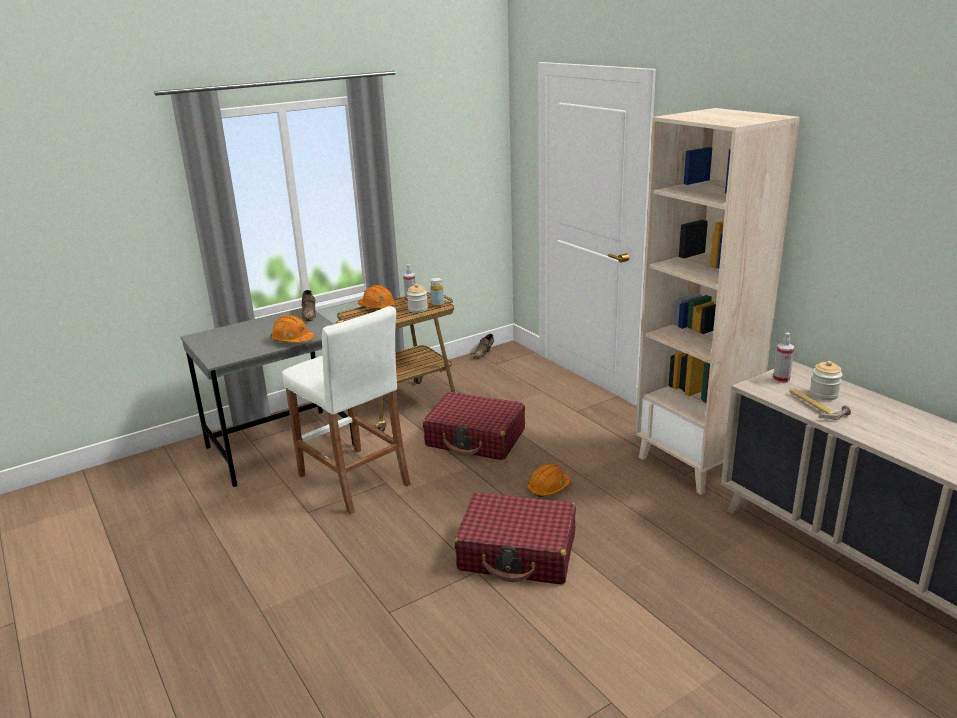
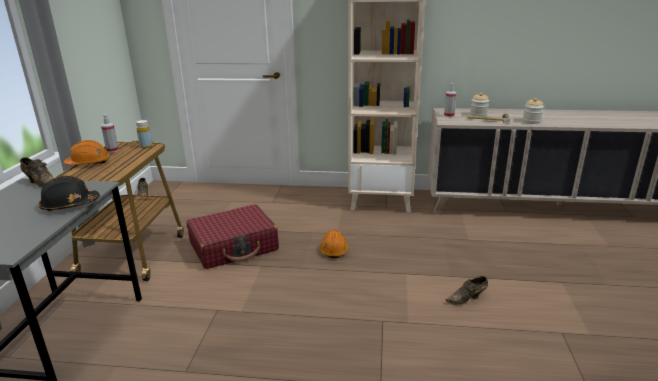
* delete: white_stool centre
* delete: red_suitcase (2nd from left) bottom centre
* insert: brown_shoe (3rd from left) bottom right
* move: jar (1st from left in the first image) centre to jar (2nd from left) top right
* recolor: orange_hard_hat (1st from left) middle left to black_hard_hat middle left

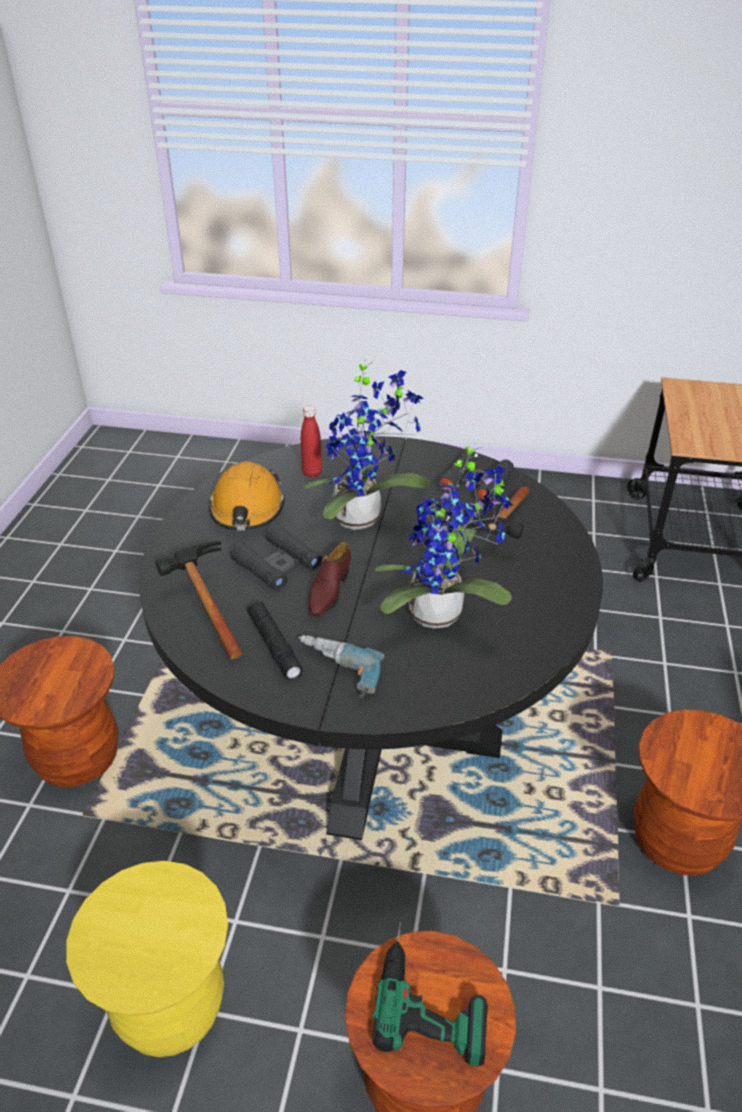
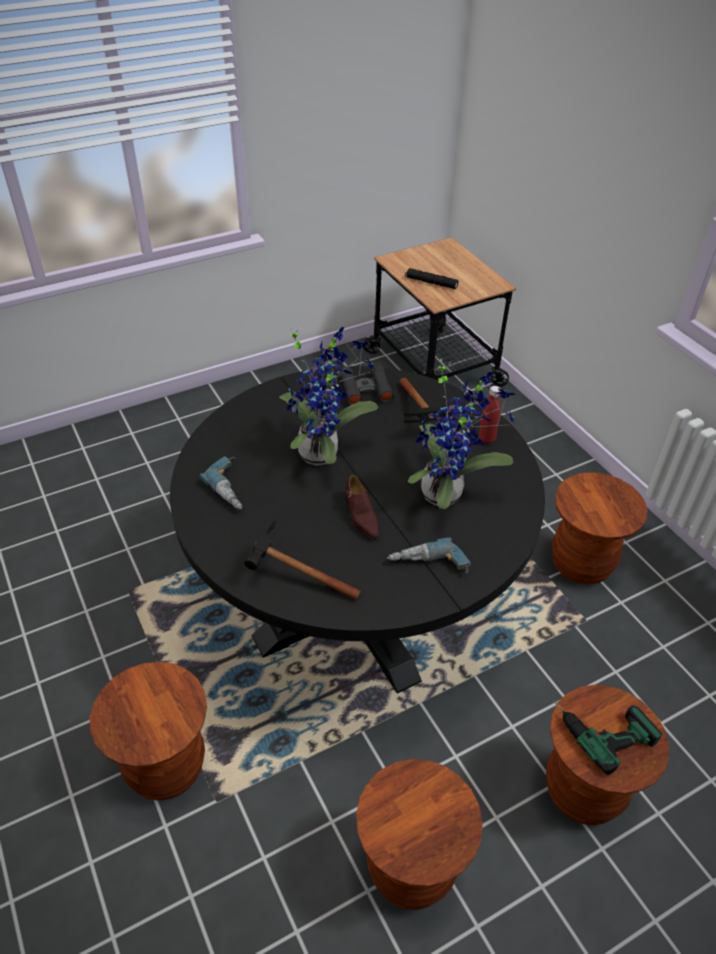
* delete: black_binoculars (1st from left) centre
* move: black_flashlight centre to top centre
* move: red_bottle centre to middle right
* replace: orange_hard_hat middle left to power_drill (1st from left) middle left
* recolor: yellow_stool bottom left to brown_stool (2nd from left) bottom centre

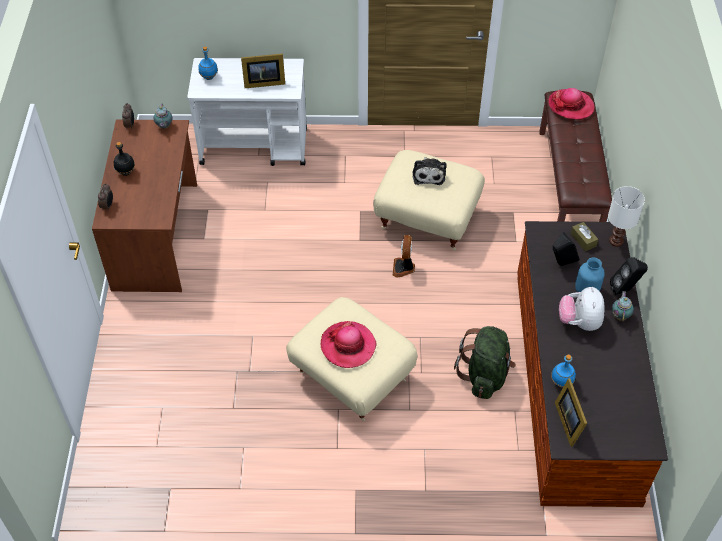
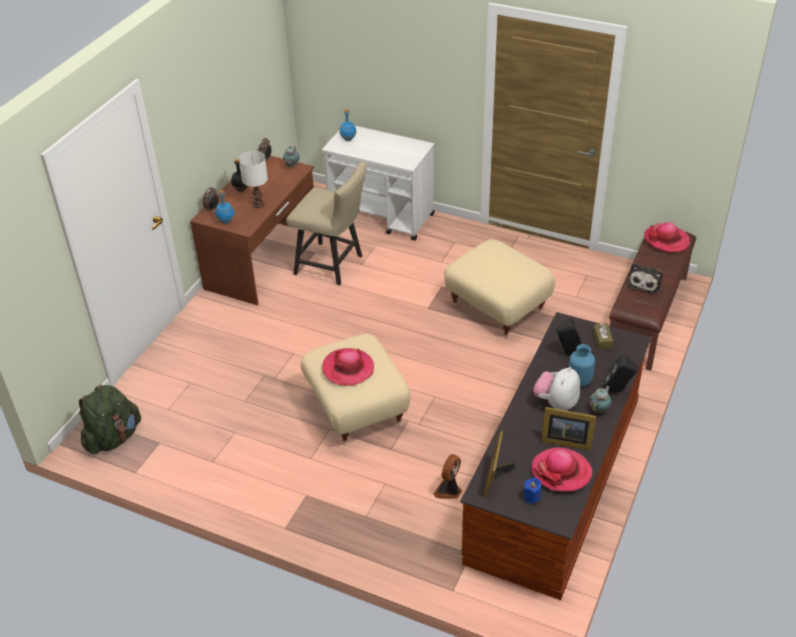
* insert: beige_chair centre
* insert: blue_candle bottom right
* insert: hat (2nd from left) bottom right
* move: picture_frame (1st from left in the first image) top centre to picture_frame (2nd from left) bottom right
* move: fan centre to bottom centre
* move: plush_toy (1st from left in the first image) top centre to plush_toy (2nd from left) middle right
* move: green_backpack bottom right to middle left
* move: blue_bottle (2nd from left in the first image) bottom right to blue_bottle (1st from left) top left
* move: white_table_lamp middle right to top left

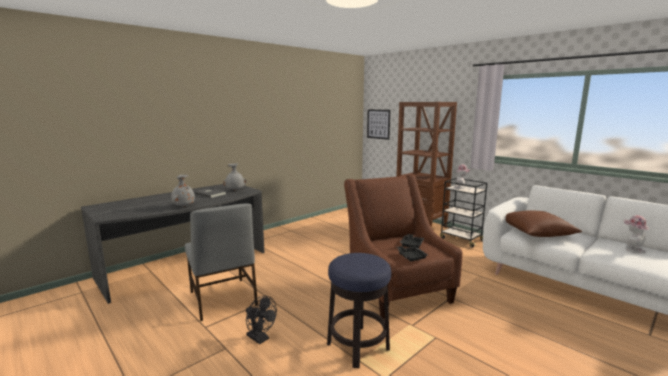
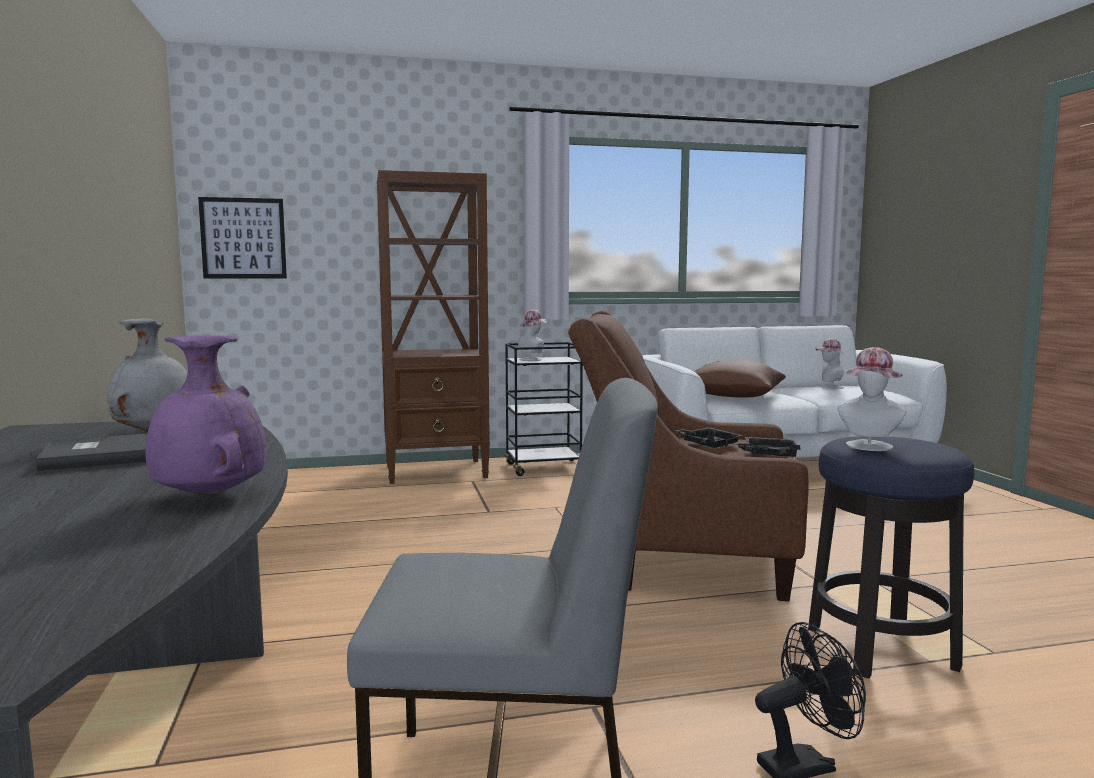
* insert: hat (3rd from left) middle right
* recolor: grey_vase (1st from left) middle left to purple_vase middle left

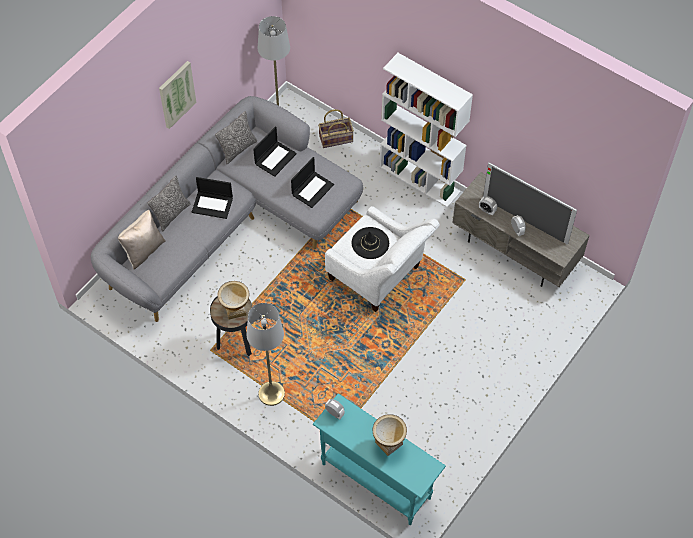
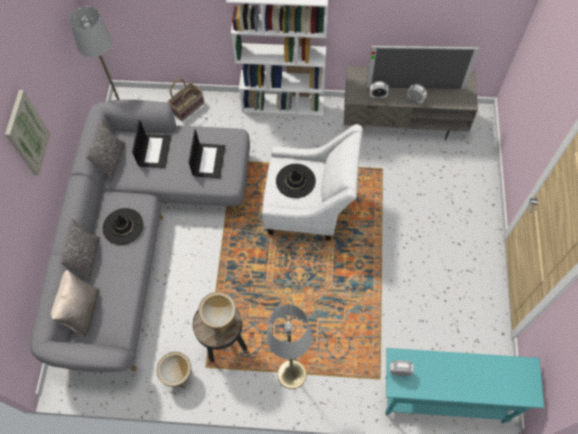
* move: vase (2nd from left in the first image) bottom centre to vase (1st from left) bottom left
* replace: laptop (1st from left) middle left to black_hat (1st from left) middle left

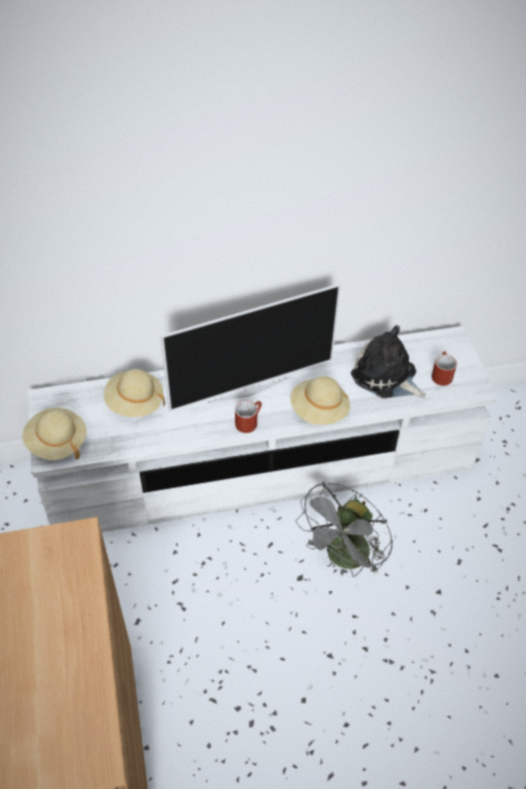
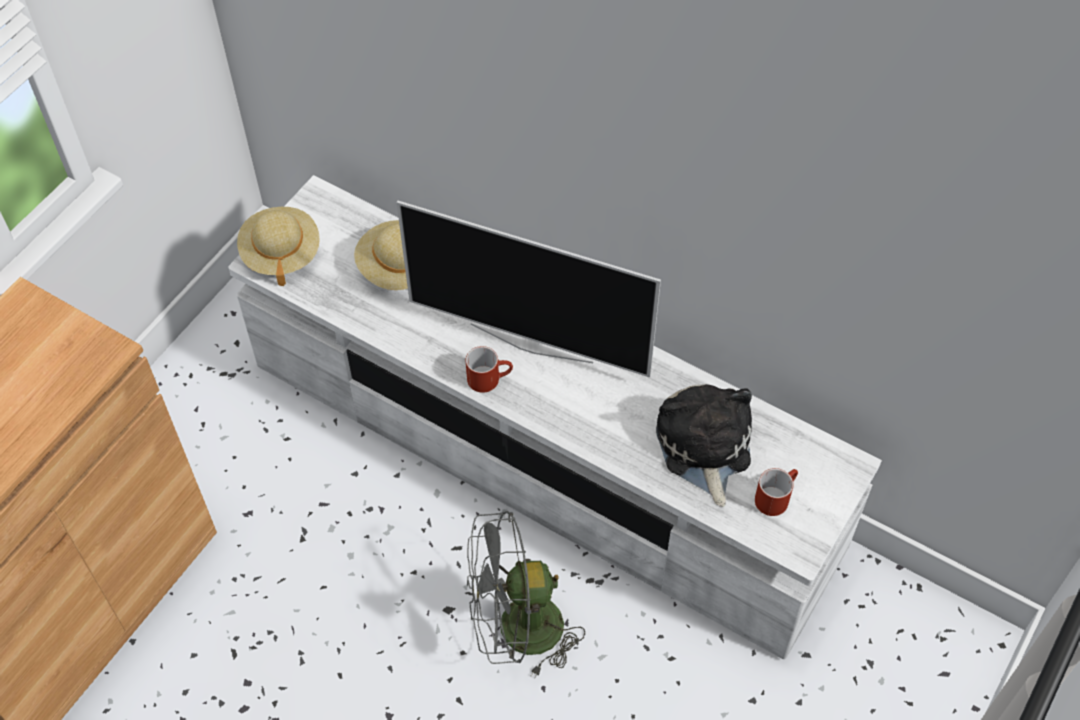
* delete: beige_hat (3rd from left) centre

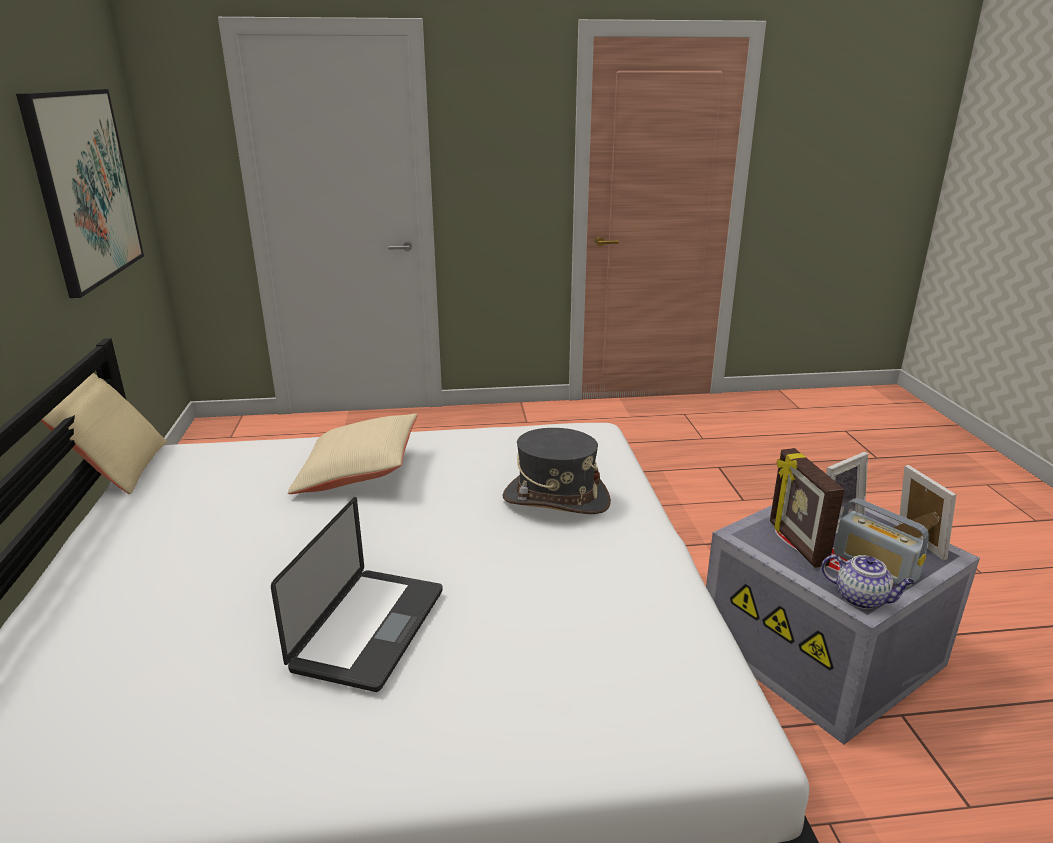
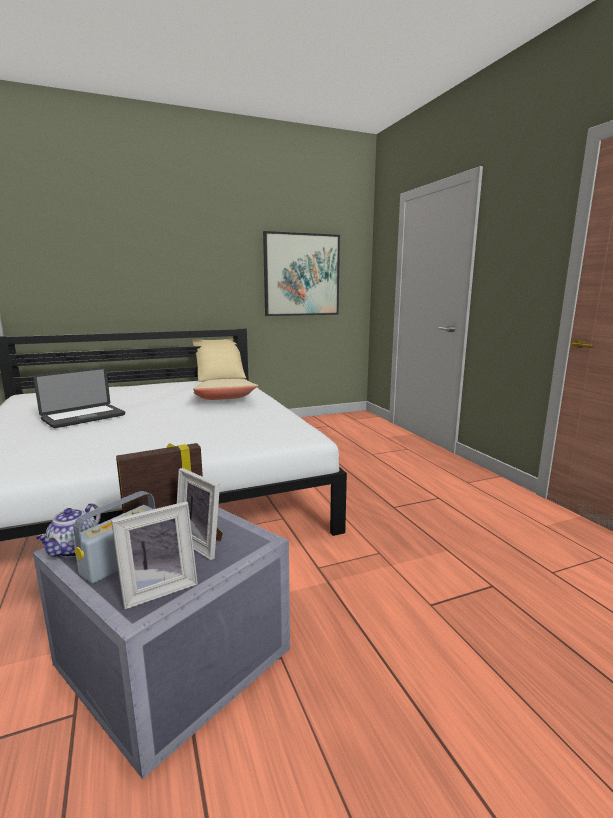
* delete: grey_hat centre
* rotate: laptop bottom centre = middle left 45 degrees counterclockwise

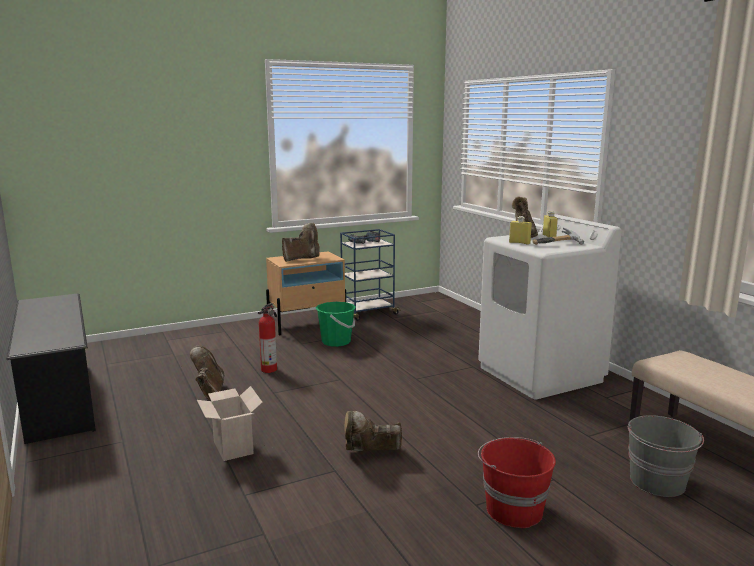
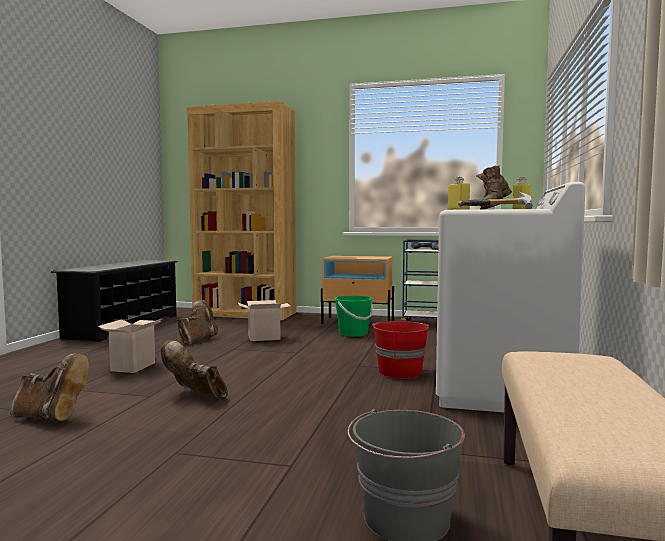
* insert: brown_bookcase centre
* move: brown_boot (2nd from left in the first image) centre to brown_boot (1st from left) bottom left
* move: red_bucket bottom right to centre
* replace: fire_extinguisher centre to cardboard_box (2nd from left) centre

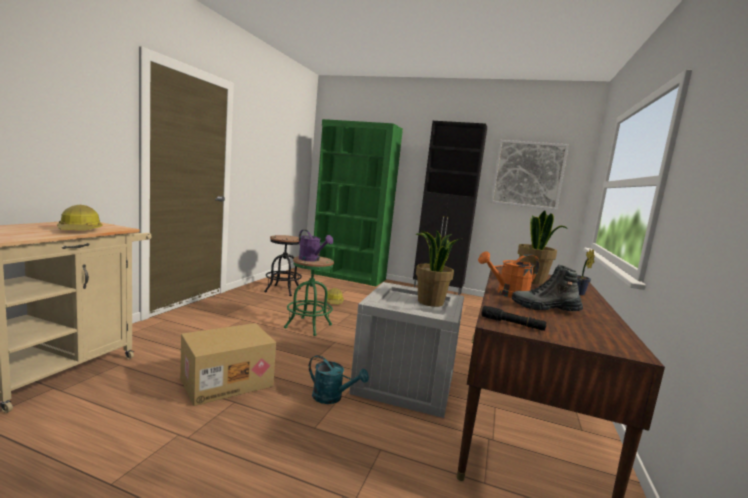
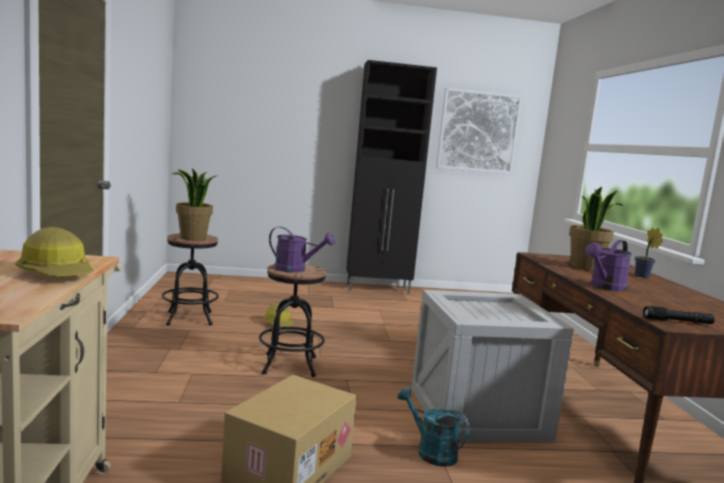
* delete: green_bookcase centre
* delete: boot middle right
* move: potted_plant (1st from left) centre to middle left
* recolor: green_stool centre to black_stool (2nd from left) centre
* recolor: orange_watering_can middle right to purple_watering_can (2nd from left) middle right
* rotate: turquoise_watering_can bottom centre = bottom centre 135 degrees counterclockwise

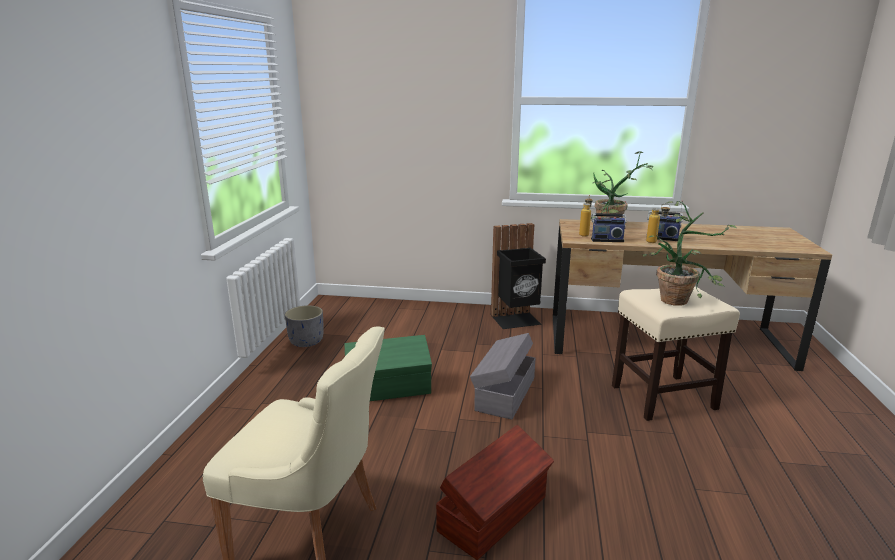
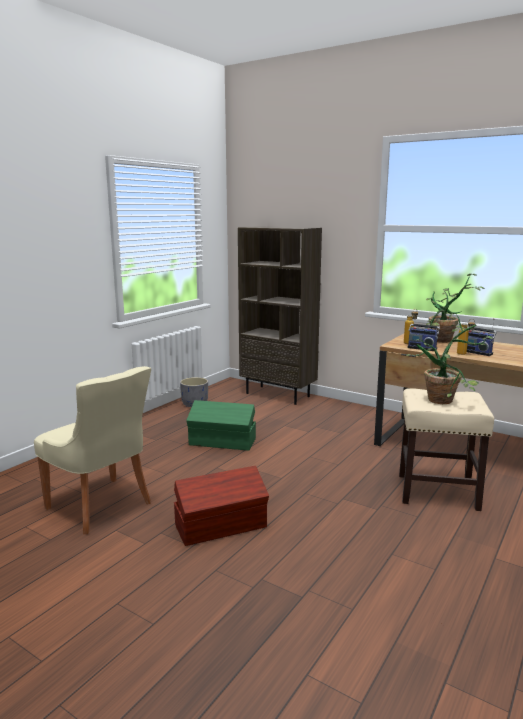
* delete: grey_storage_box bottom centre
* delete: black_trash_can centre
* insert: brown_bookcase centre

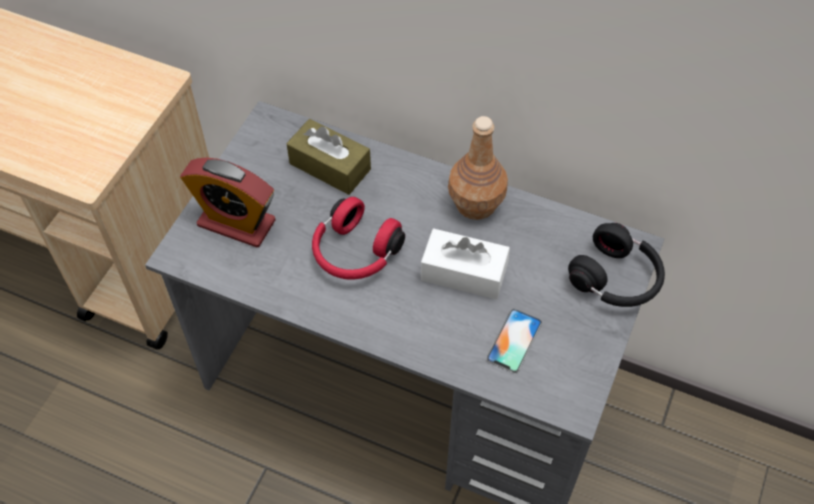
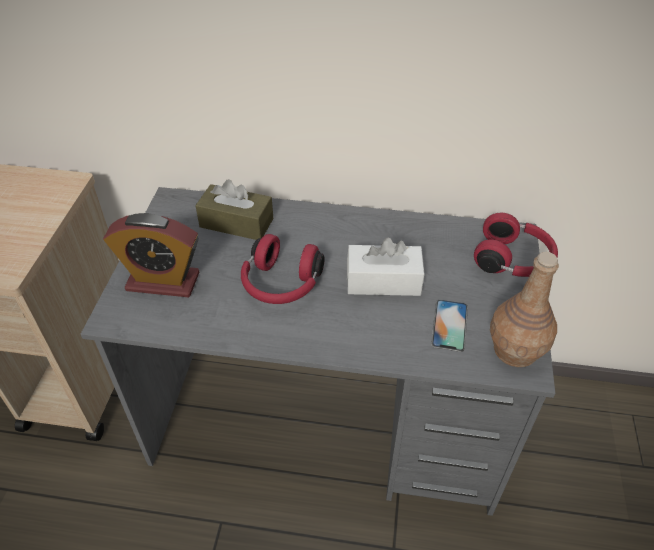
* move: brown_bottle centre to middle right
* recolor: black_headphones middle right to red_headphones (2nd from left) middle right

